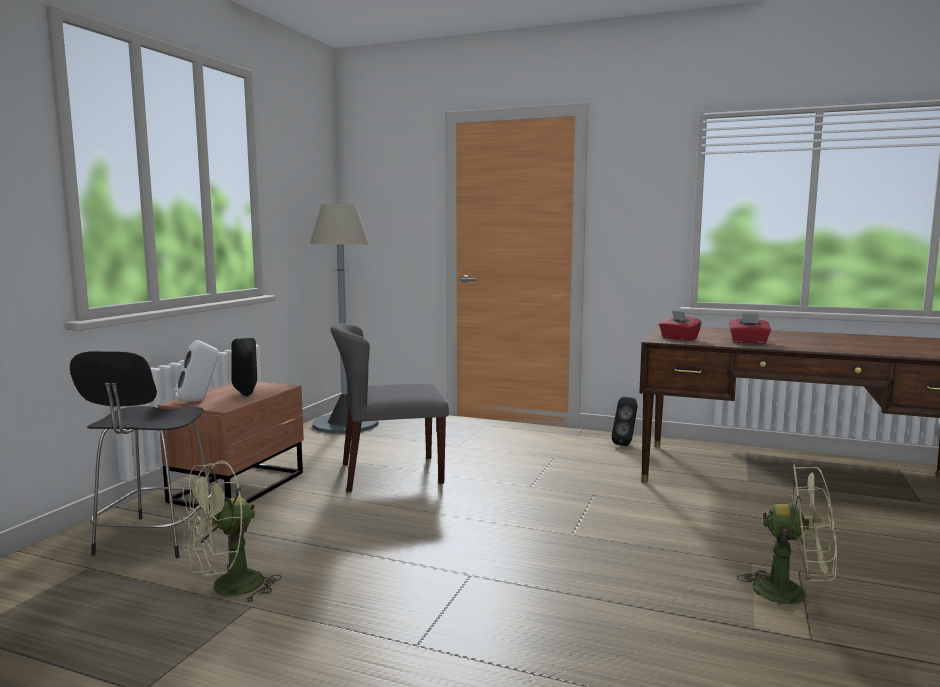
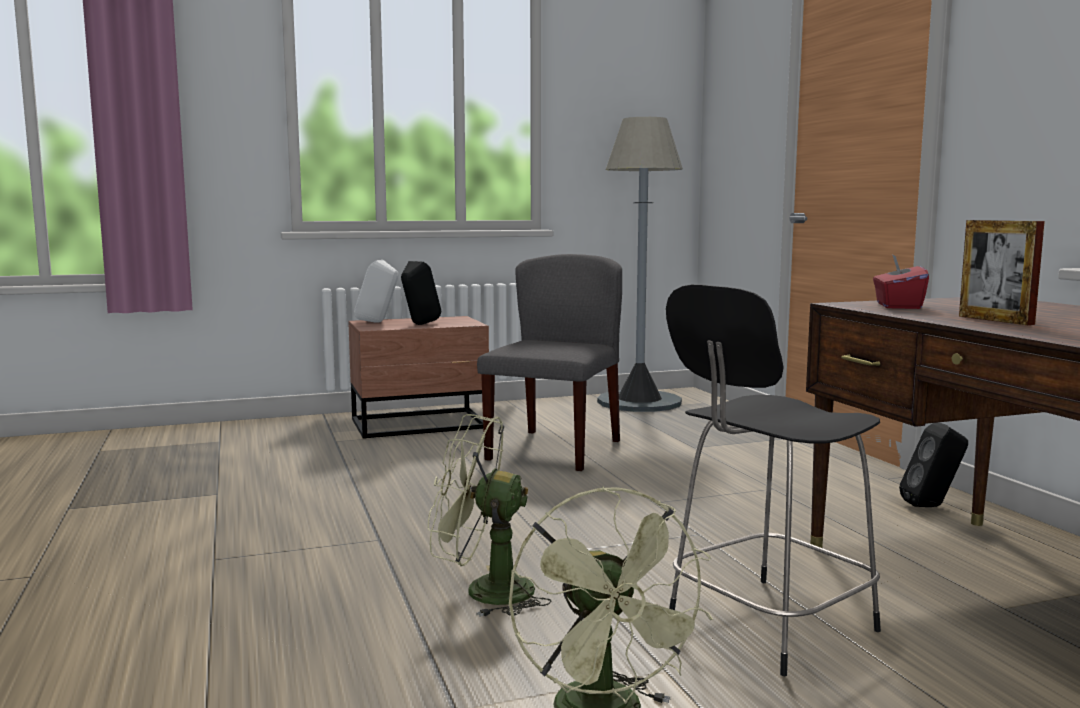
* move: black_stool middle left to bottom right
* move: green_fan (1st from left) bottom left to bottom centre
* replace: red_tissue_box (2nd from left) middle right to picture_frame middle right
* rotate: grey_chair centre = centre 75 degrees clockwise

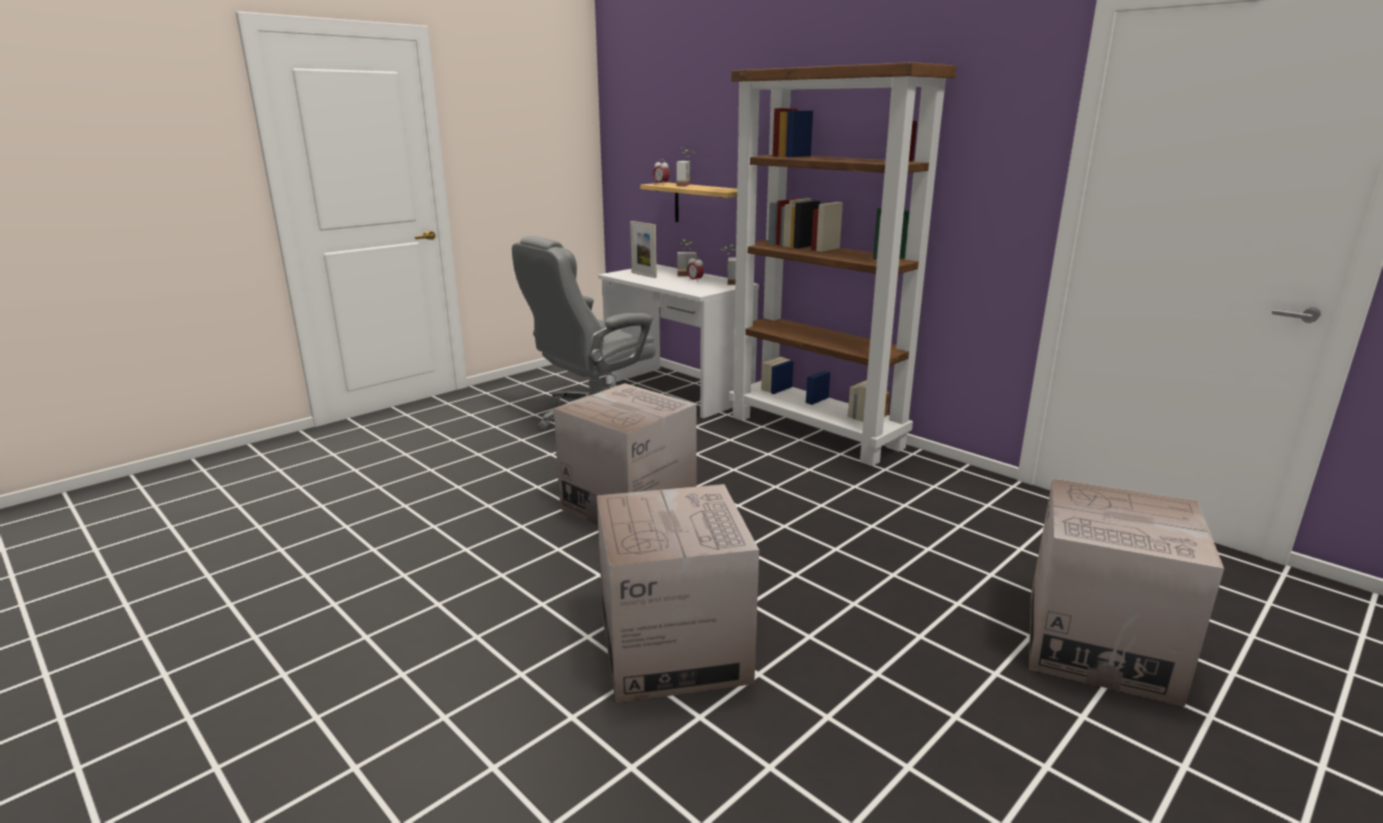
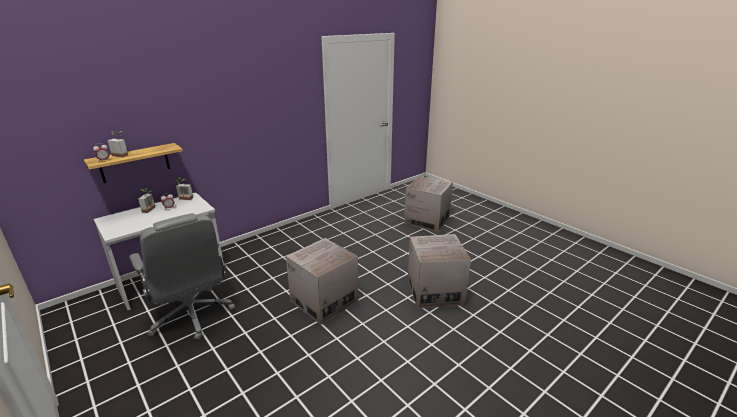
* delete: picture_frame top centre
* delete: brown_bookcase top centre

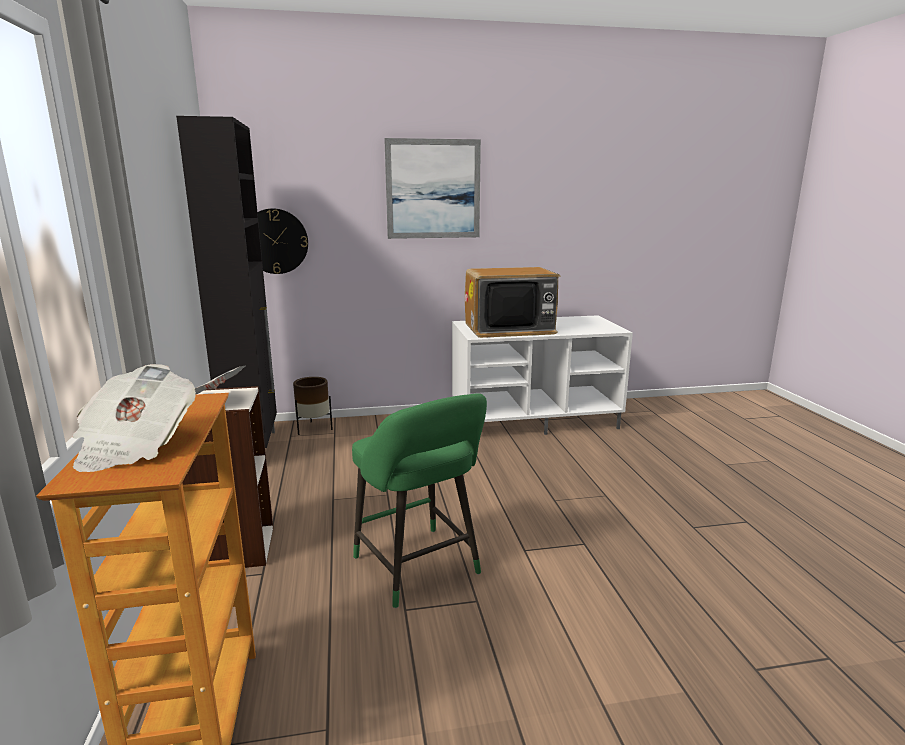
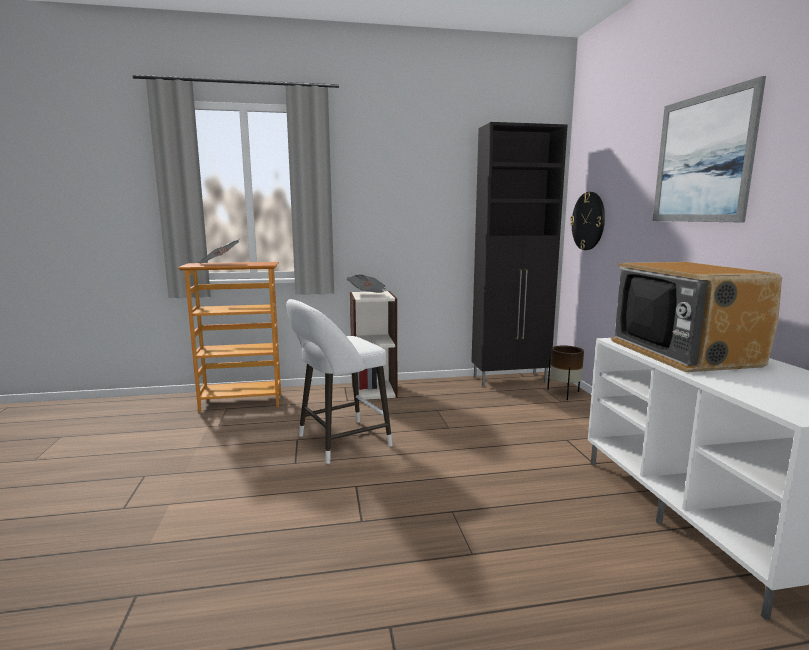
* recolor: green_stool bottom centre to white_stool centre

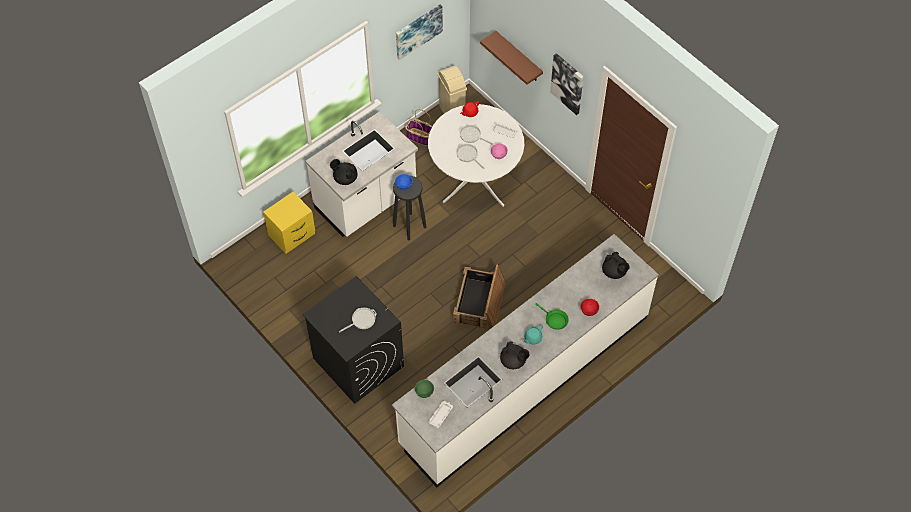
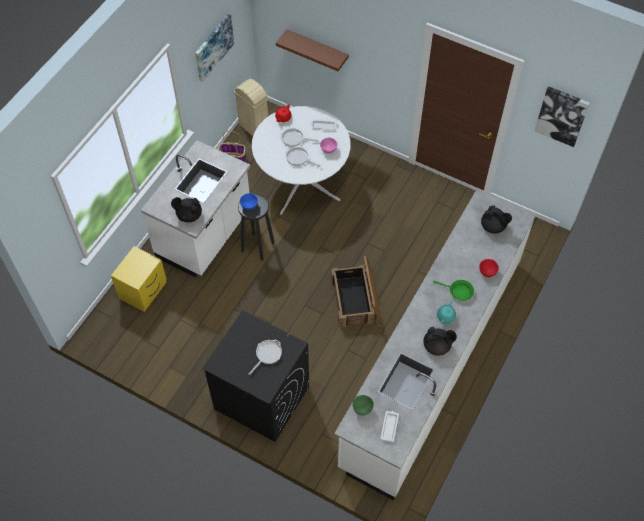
* move: picture (2nd from left) top centre to top right

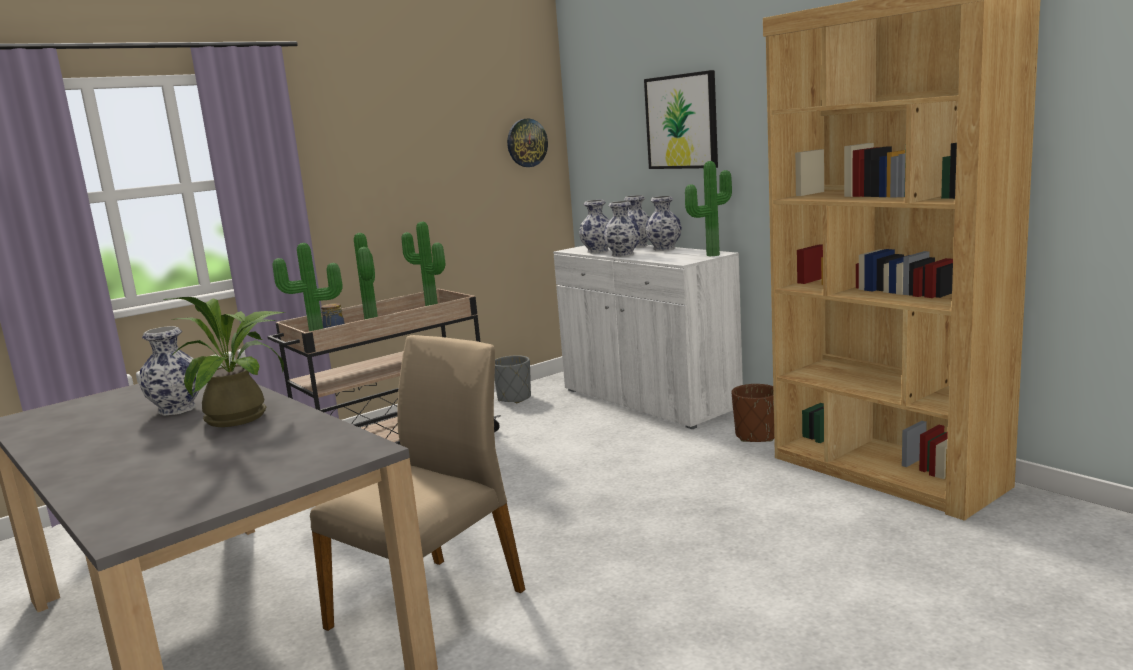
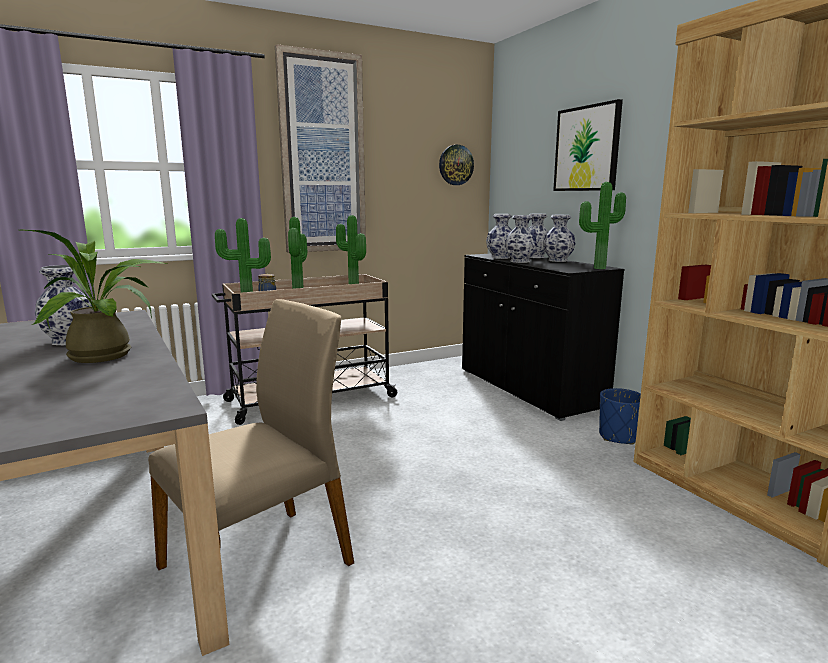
* delete: grey_planter centre
* insert: picture (1st from left) top centre
* recolor: white_cabinet centre to black_cabinet centre
* recolor: brown_planter centre to blue_planter middle right

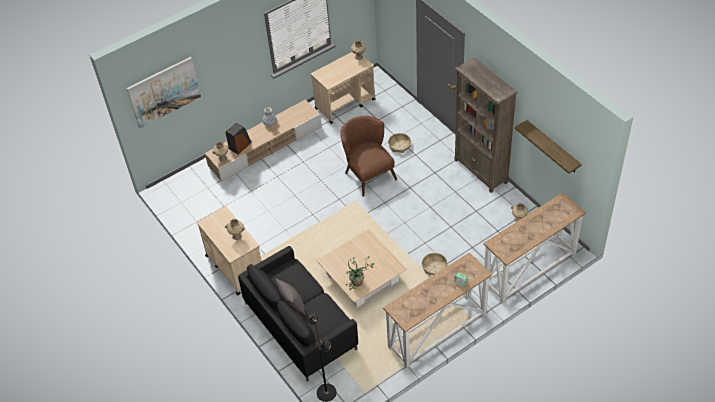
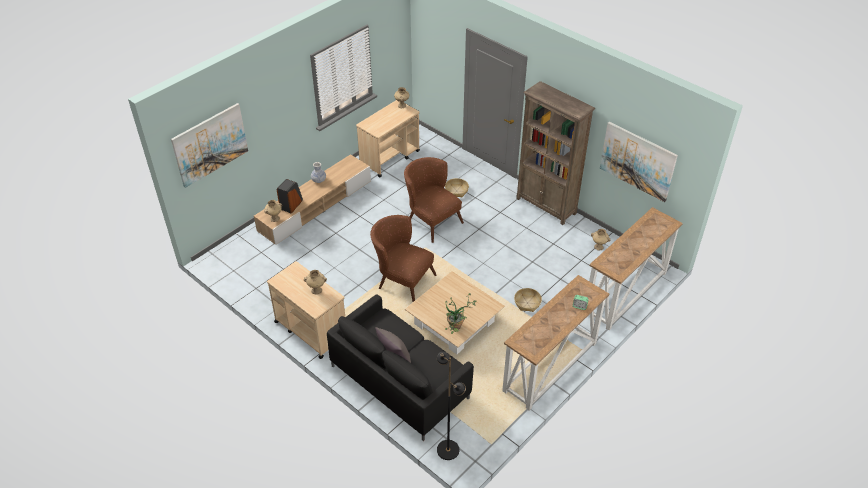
* insert: brown_armchair (1st from left) centre
* replace: shelf middle right to picture (2nd from left) top right

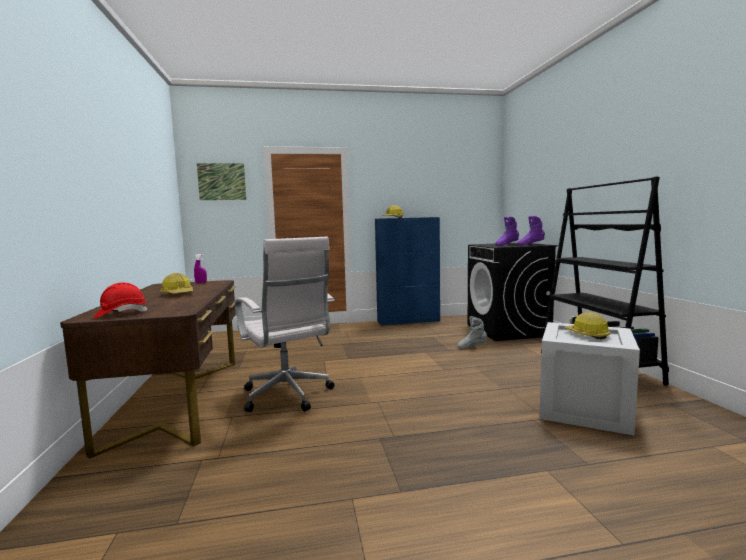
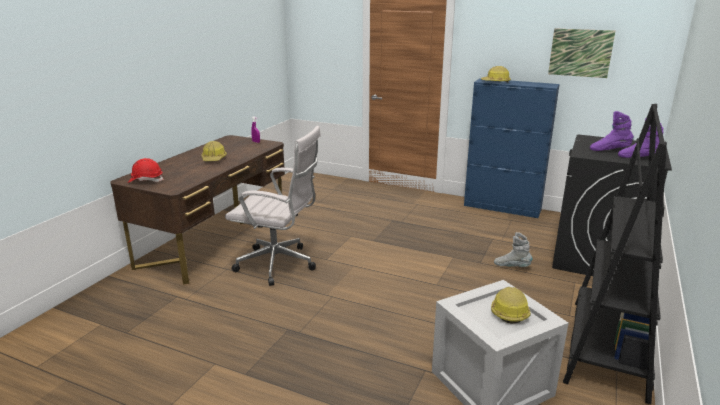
* move: picture top left to top right
* rotate: white_office_chair centre = centre 75 degrees counterclockwise

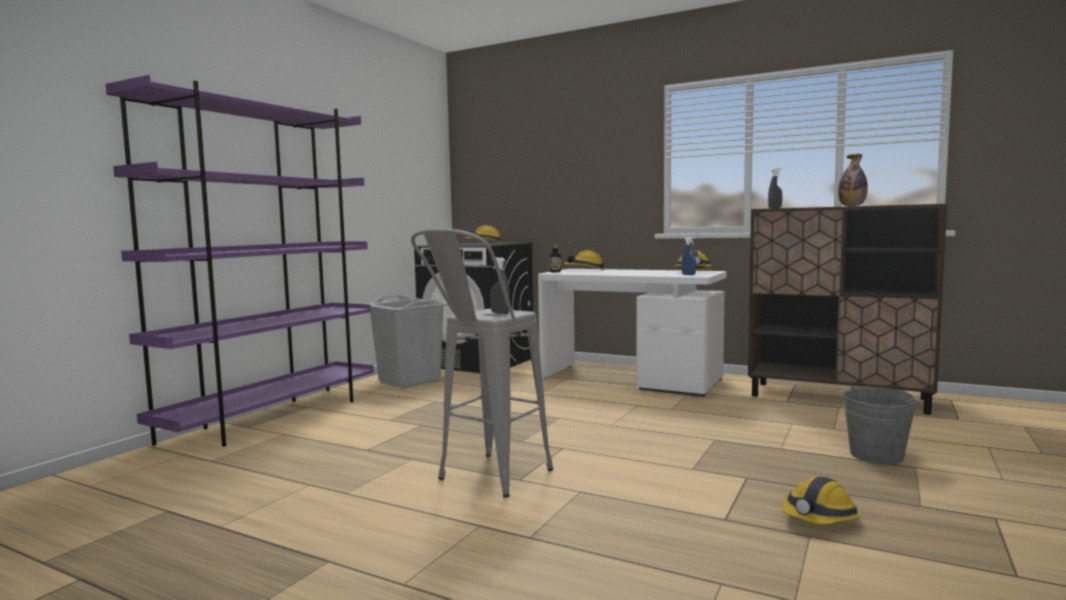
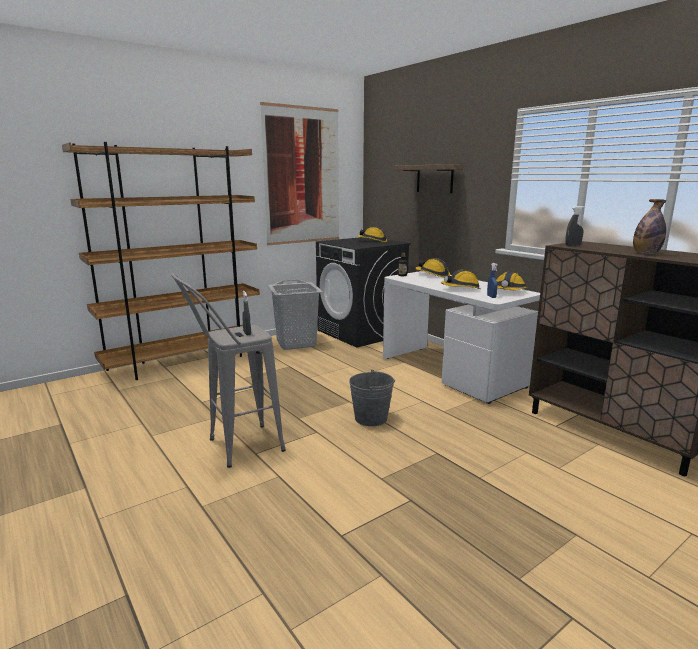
* insert: picture top centre
* insert: shelf top centre
* move: hard_hat (4th from left in the first image) bottom right to hard_hat (3rd from left) centre
* move: grey_bucket bottom right to centre
* recolor: purple_bookcase middle left to brown_bookcase middle left

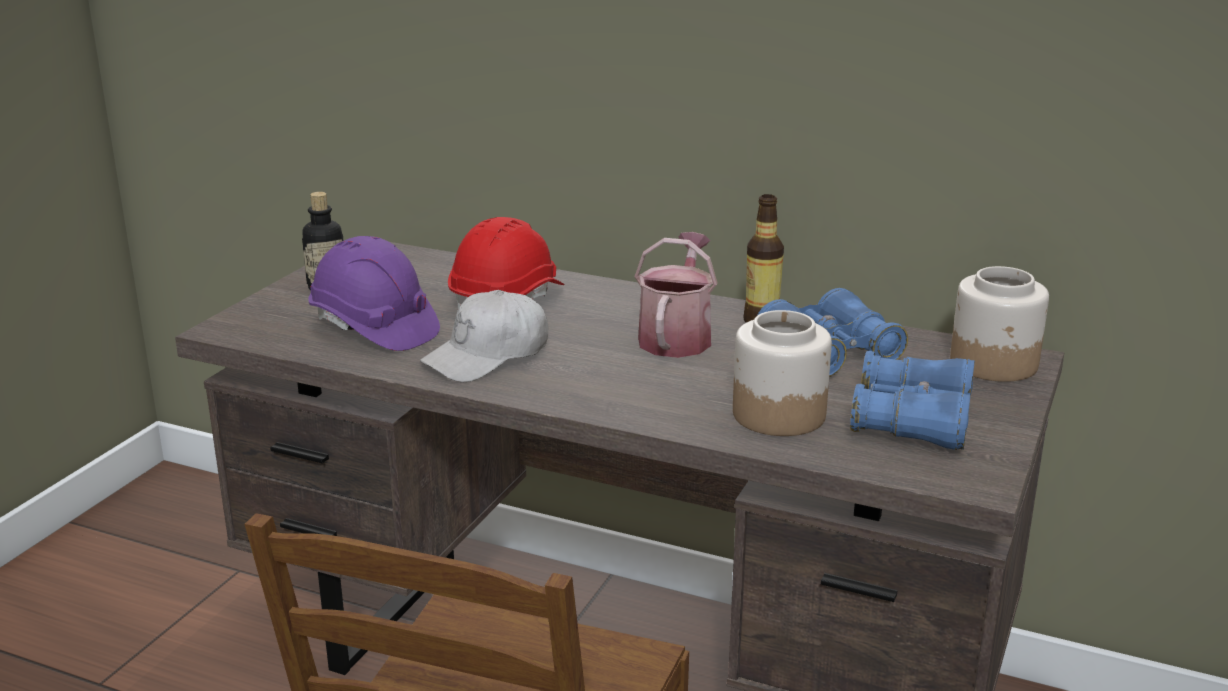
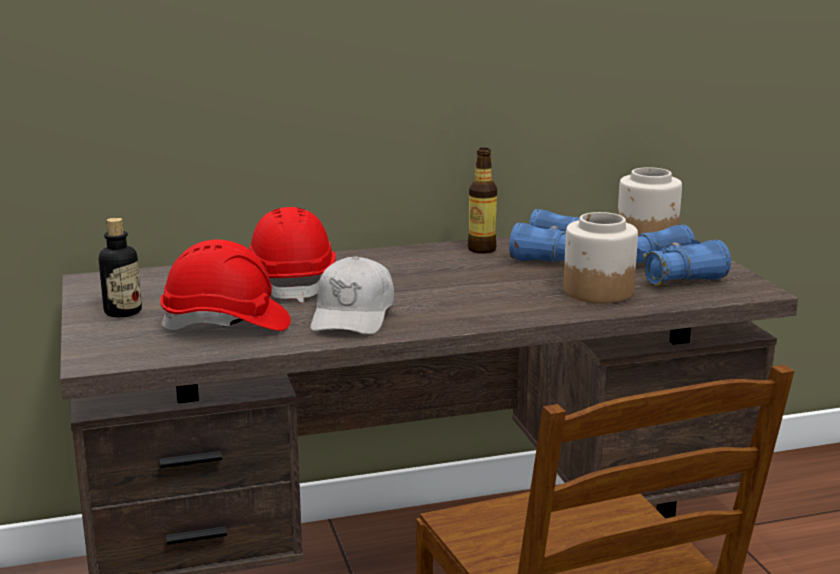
* delete: watering_can centre
* recolor: purple_hard_hat middle left to red_hard_hat (1st from left) middle left

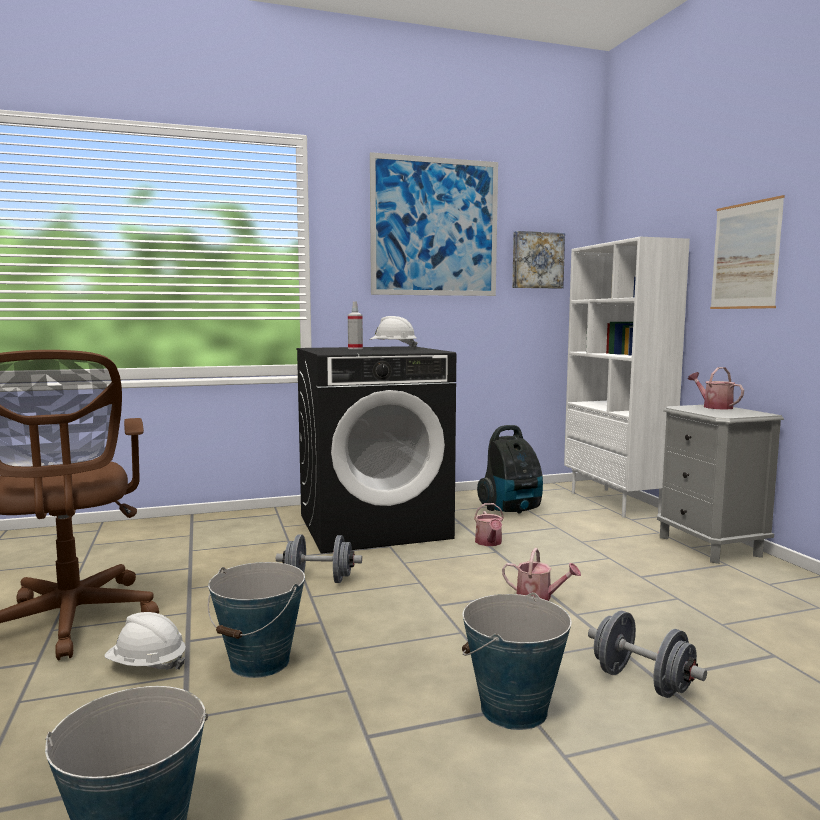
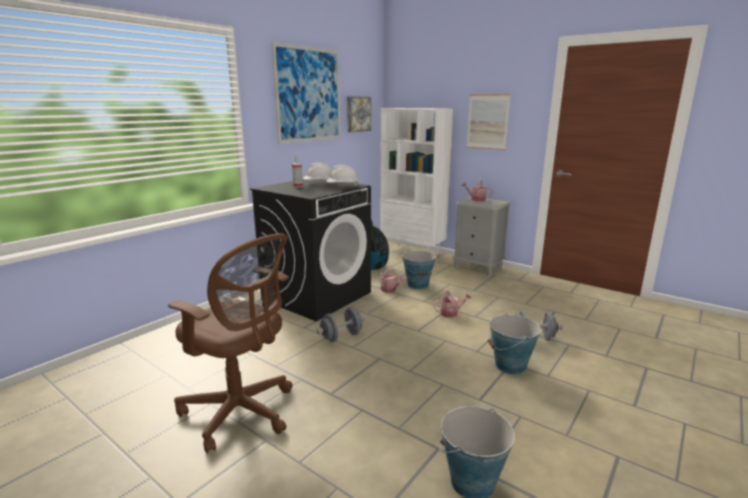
* move: white_hard_hat (1st from left in the first image) bottom left to white_hard_hat (2nd from left) centre
* move: bucket (2nd from left in the first image) bottom left to bucket (1st from left) centre

